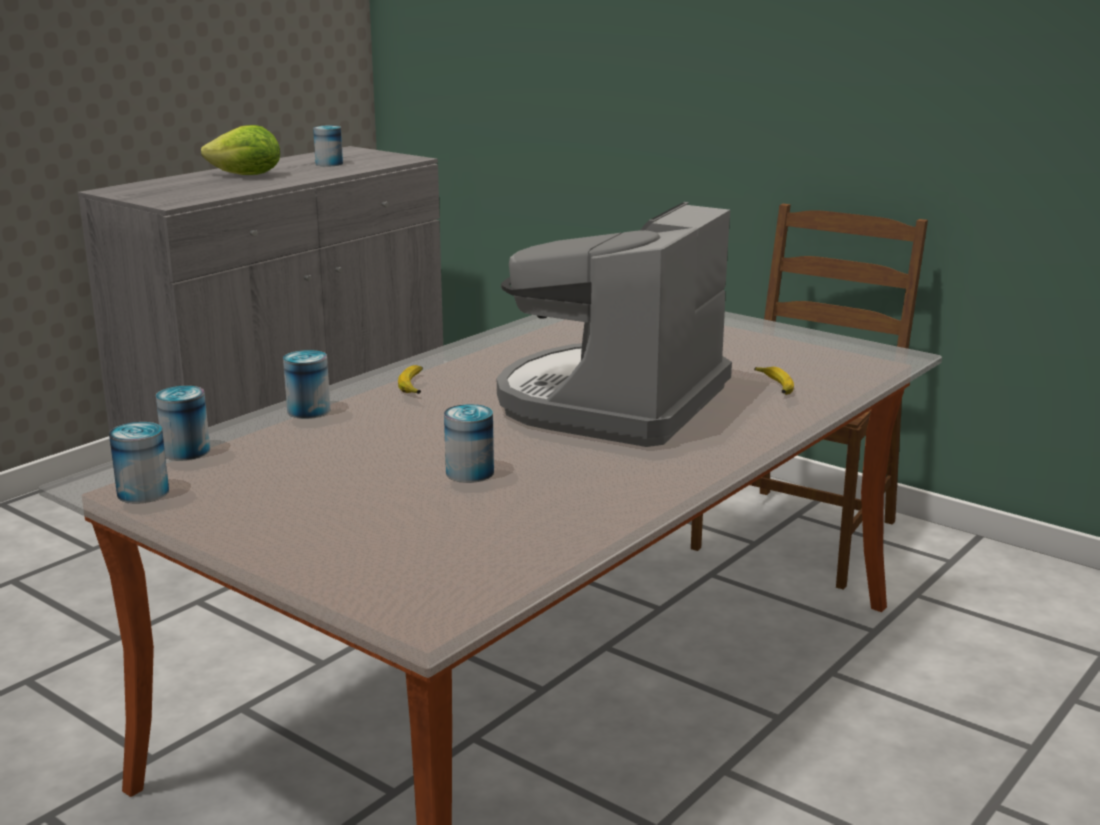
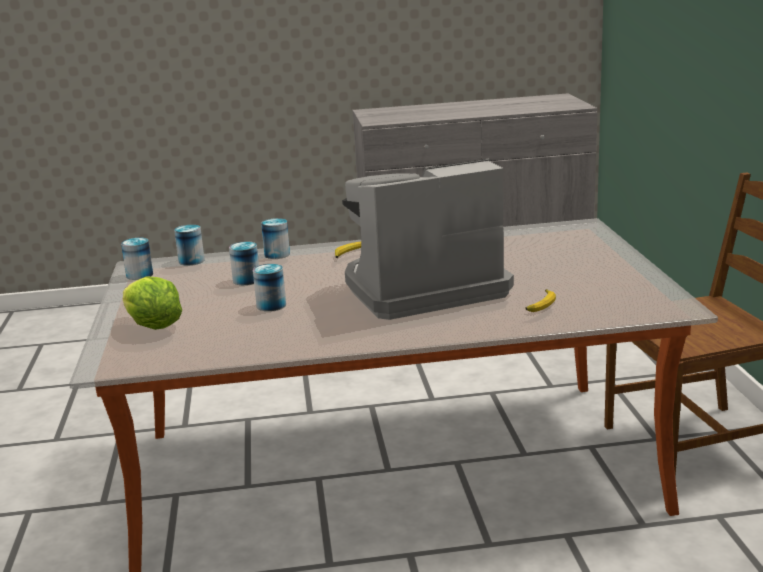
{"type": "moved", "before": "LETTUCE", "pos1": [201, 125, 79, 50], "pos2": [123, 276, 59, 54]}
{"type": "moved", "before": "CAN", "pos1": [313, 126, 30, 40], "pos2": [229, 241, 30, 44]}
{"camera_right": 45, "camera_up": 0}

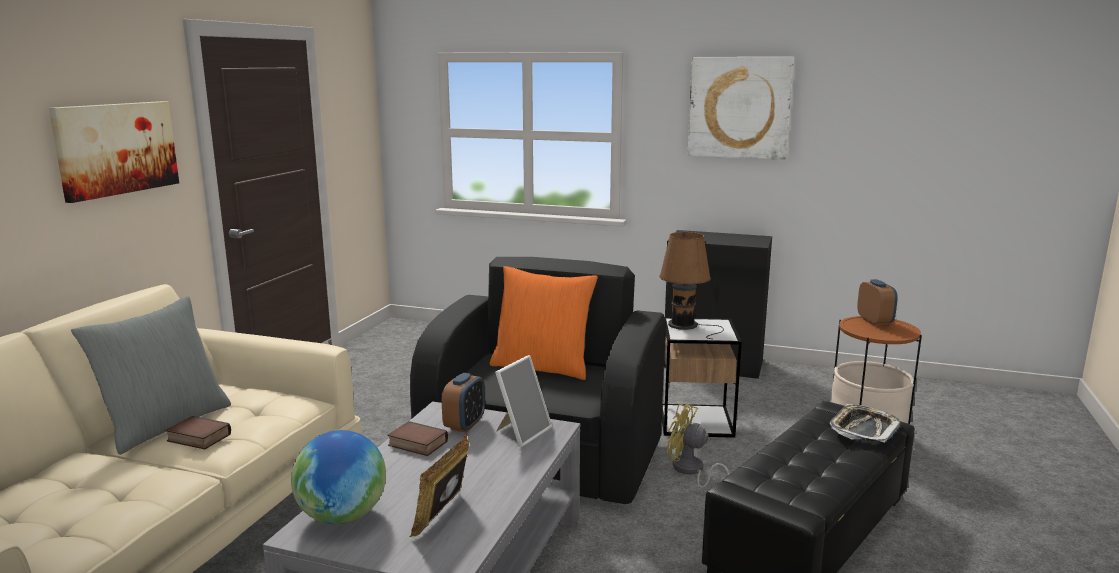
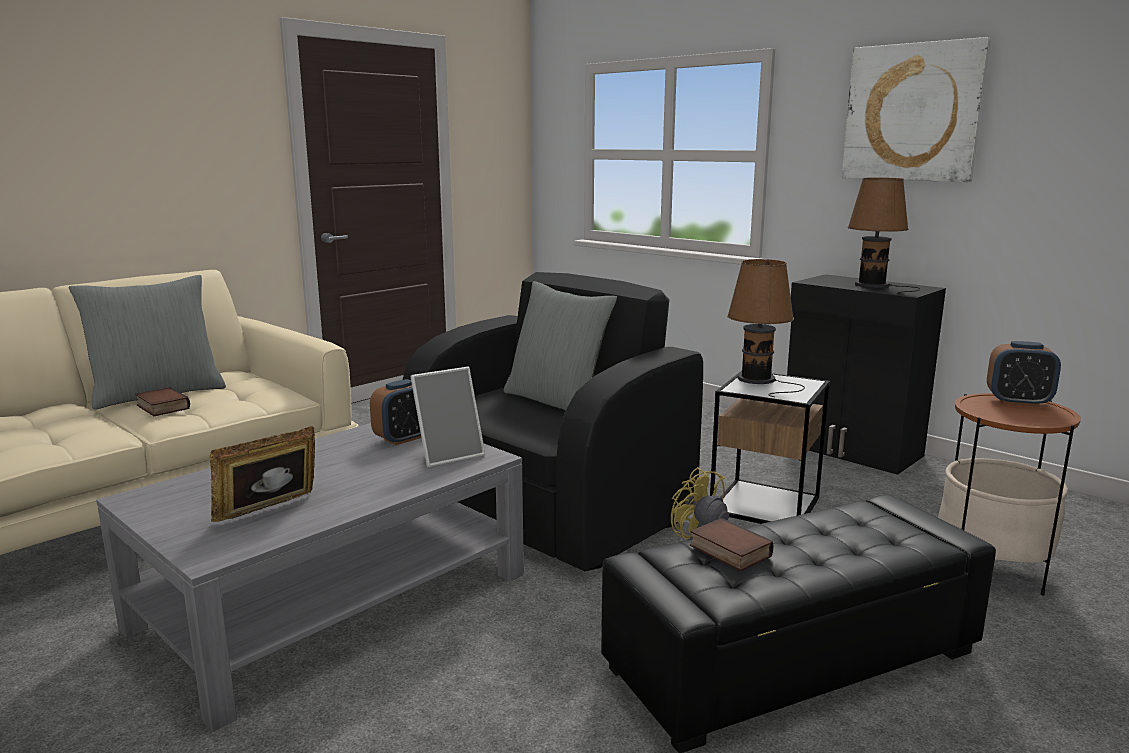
{"type": "removed", "before": "PICTURE", "pos1": [49, 101, 130, 102]}
{"type": "removed", "before": "GLOBE", "pos1": [291, 430, 95, 94]}
{"type": "moved", "before": "BOOK", "pos1": [387, 421, 61, 35], "pos2": [690, 518, 84, 53]}
{"type": "recoloured", "before": "ORANGE PILLOW", "after": "GREY PILLOW", "pos1": [490, 266, 108, 114], "pos2": [504, 281, 113, 129]}
{"type": "removed", "before": "TRAY", "pos1": [830, 404, 71, 39]}
{"type": "turned", "before": "ALARM CLOCK", "pos1": [857, 279, 41, 47], "pos2": [987, 341, 74, 66], "turn": 90}
{"type": "added", "after": "BROWN TABLE LAMP", "pos2": [847, 178, 74, 117]}
{"camera_right": 25, "camera_up": 0}

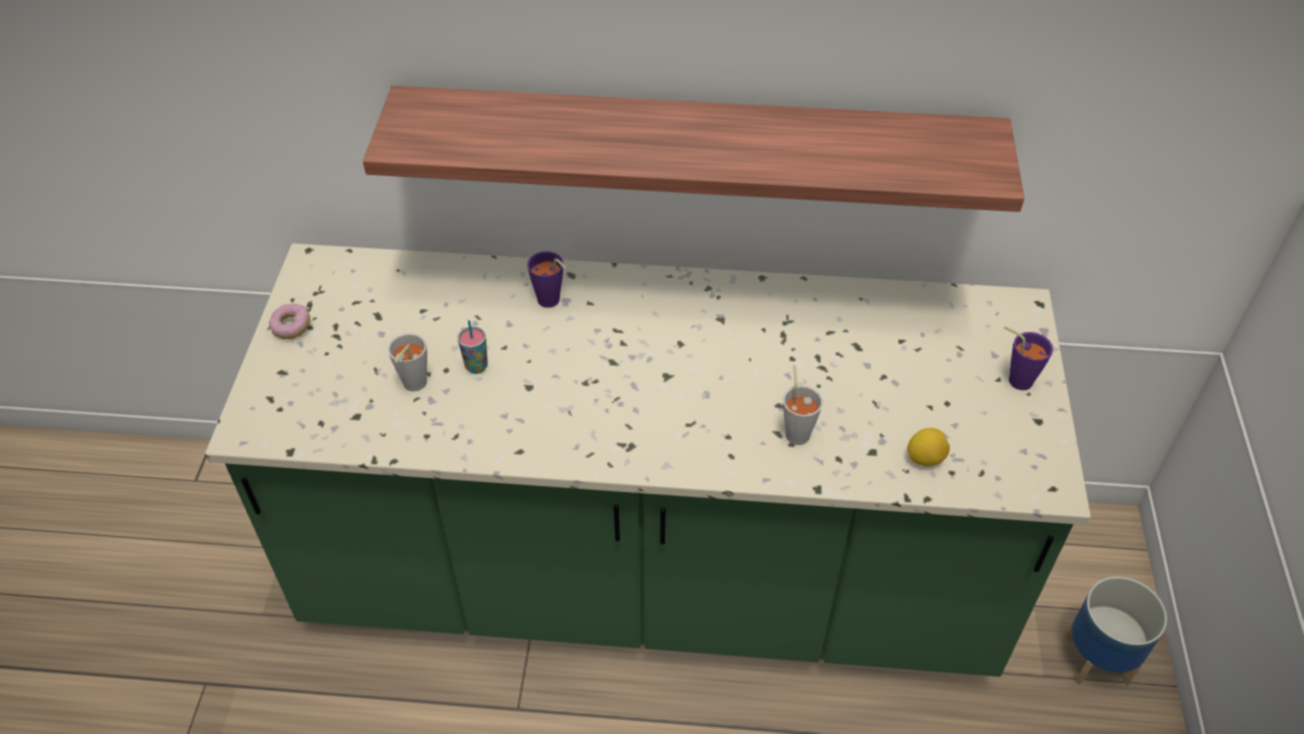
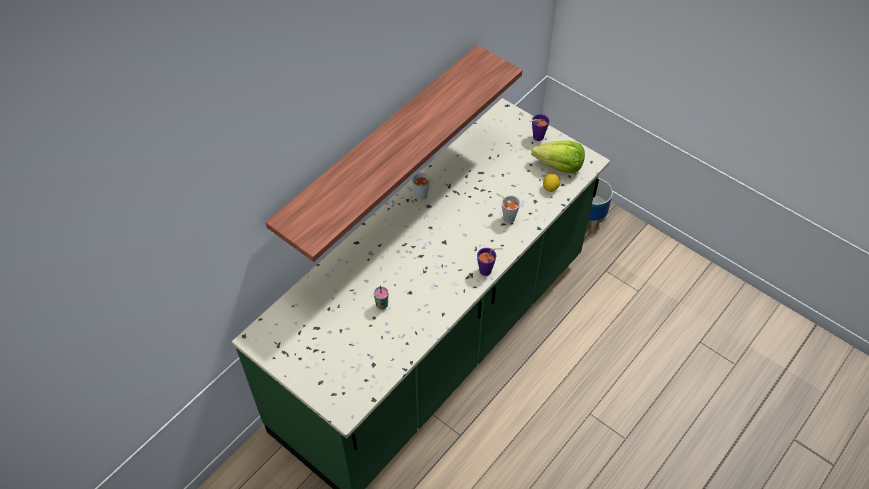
{"type": "removed", "before": "DONUT", "pos1": [269, 304, 41, 35]}
{"type": "moved", "before": "GREY CUP", "pos1": [387, 333, 40, 58], "pos2": [412, 173, 21, 27]}
{"type": "moved", "before": "PURPLE CUP", "pos1": [527, 251, 40, 57], "pos2": [477, 248, 26, 28]}
{"type": "added", "after": "LETTUCE", "pos2": [531, 141, 54, 32]}
{"camera_right": -55, "camera_up": 5}

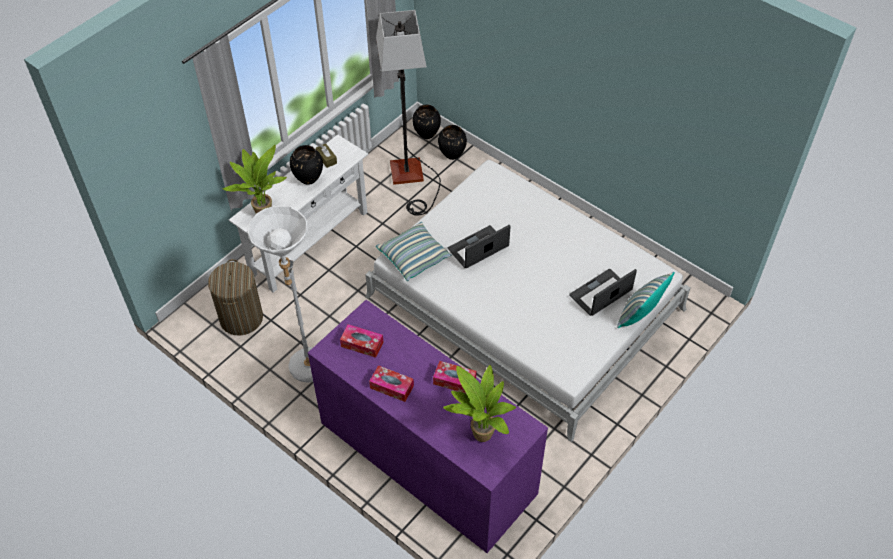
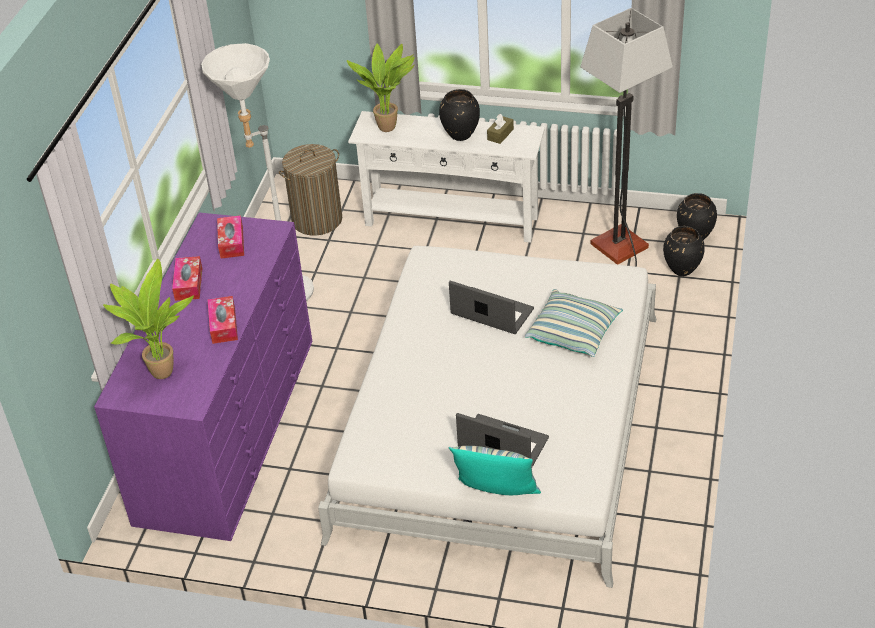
{"type": "moved", "before": "PILLOW", "pos1": [376, 222, 76, 59], "pos2": [525, 289, 98, 68]}
{"camera_right": 65, "camera_up": -10}

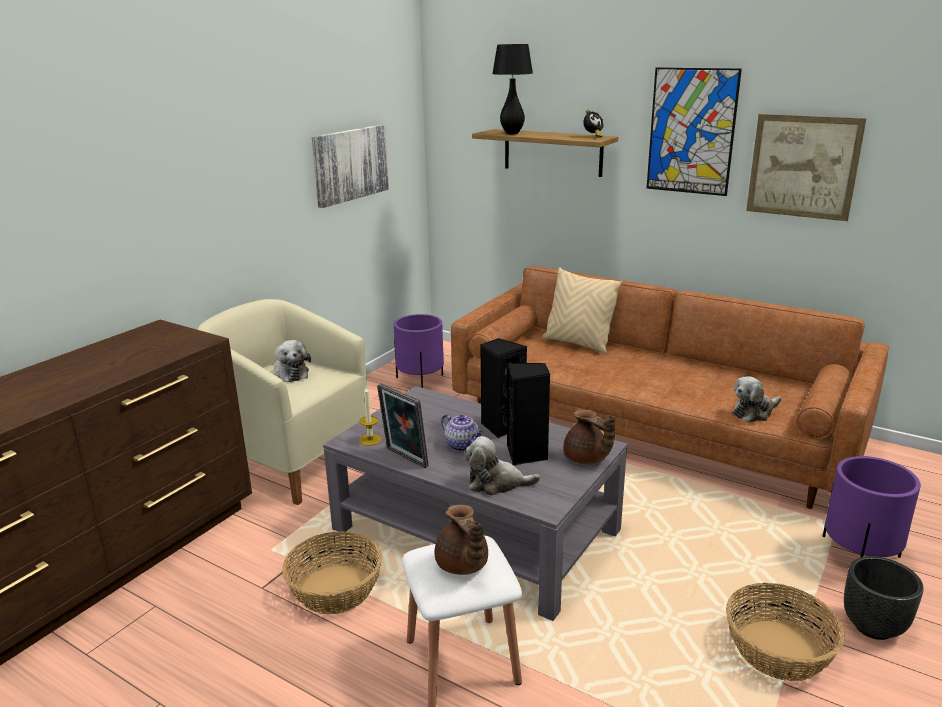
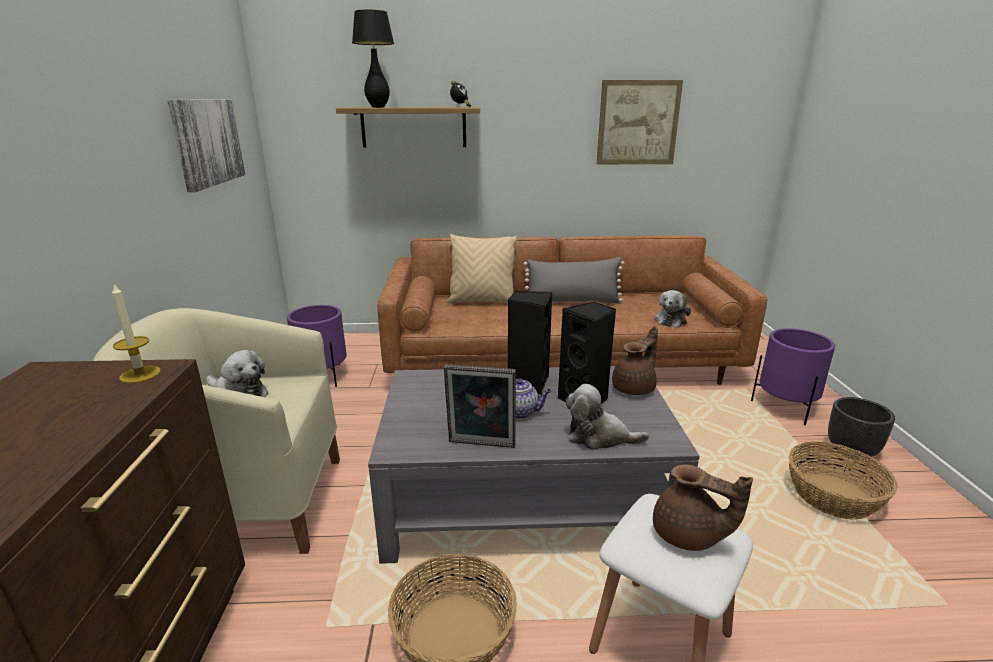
{"type": "moved", "before": "CANDLE", "pos1": [359, 387, 23, 59], "pos2": [112, 284, 49, 99]}
{"type": "turned", "before": "PLUSH TOY", "pos1": [464, 436, 77, 60], "pos2": [566, 384, 83, 66], "turn": 45}
{"type": "turned", "before": "BROWN TEAPOT", "pos1": [563, 410, 52, 54], "pos2": [612, 326, 46, 69], "turn": -60}
{"type": "removed", "before": "PICTURE", "pos1": [646, 67, 96, 129]}
{"type": "added", "after": "GREY PILLOW", "pos2": [523, 257, 102, 47]}
{"camera_right": -35, "camera_up": 0}

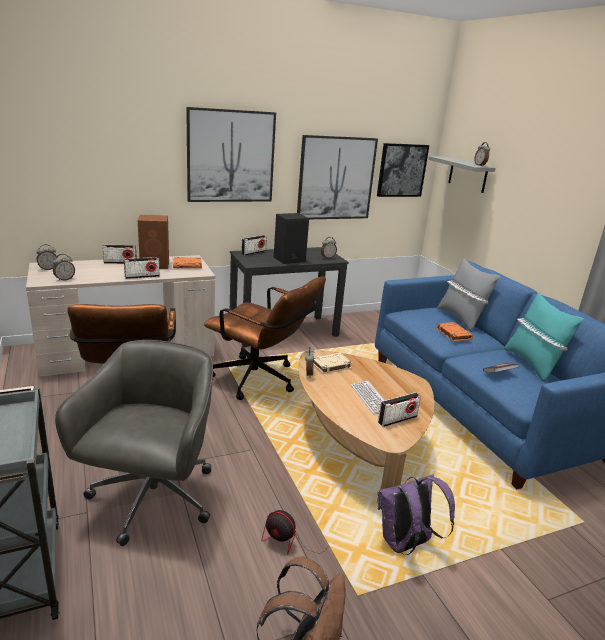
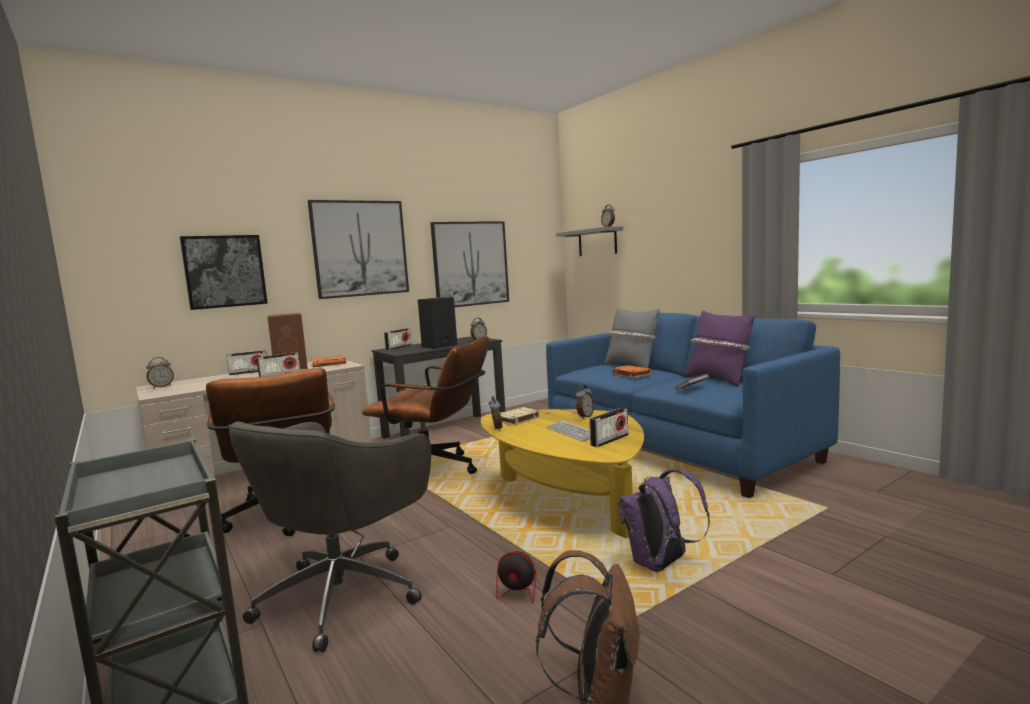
{"type": "moved", "before": "ALARM CLOCK", "pos1": [53, 254, 22, 27], "pos2": [576, 385, 18, 34]}
{"type": "turned", "before": "GREY OFFICE CHAIR", "pos1": [55, 340, 158, 206], "pos2": [228, 422, 203, 230], "turn": -150}
{"type": "recoloured", "before": "BROWN COFFEE TABLE", "after": "YELLOW COFFEE TABLE", "pos1": [298, 350, 136, 140], "pos2": [481, 409, 163, 129]}
{"type": "moved", "before": "PICTURE", "pos1": [377, 143, 52, 54], "pos2": [180, 235, 88, 75]}
{"type": "recoloured", "before": "TURQUOISE PILLOW", "after": "PURPLE PILLOW", "pos1": [504, 292, 80, 90], "pos2": [685, 310, 71, 77]}
{"camera_right": -10, "camera_up": -15}

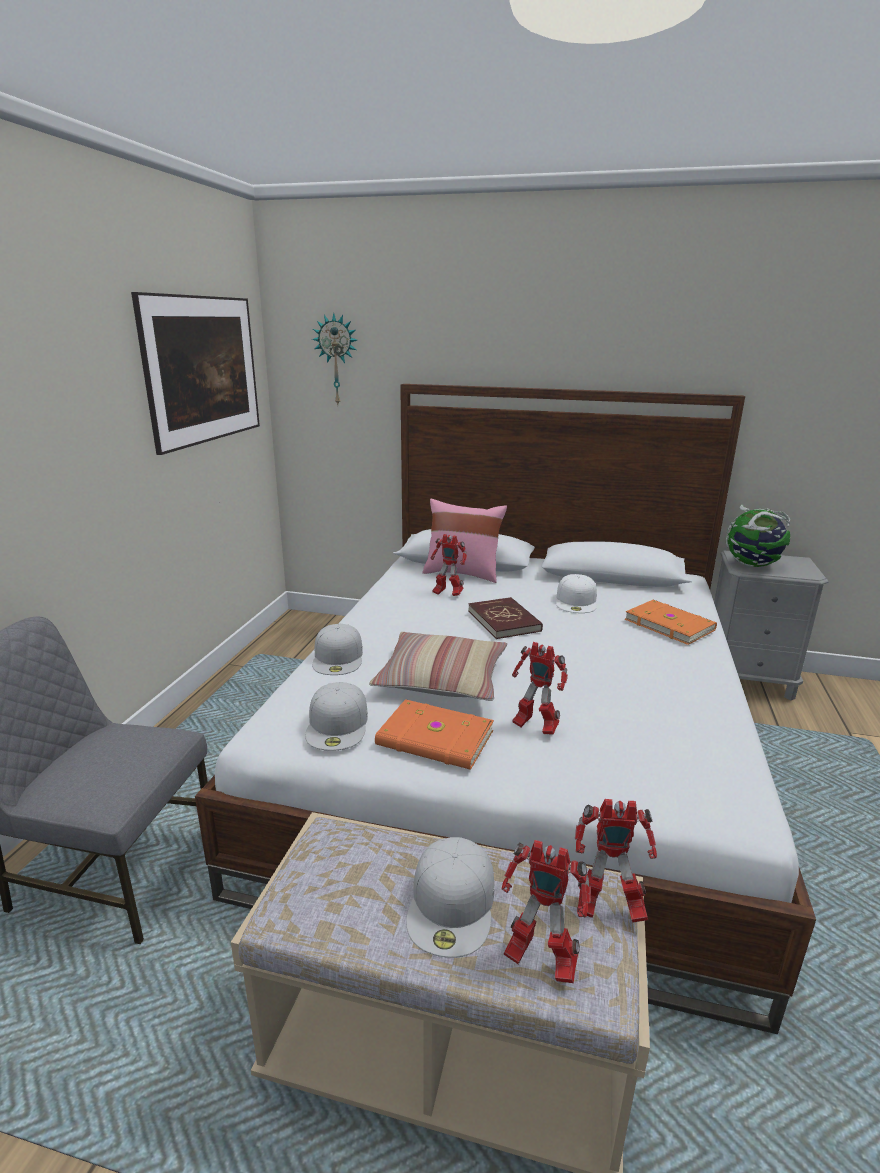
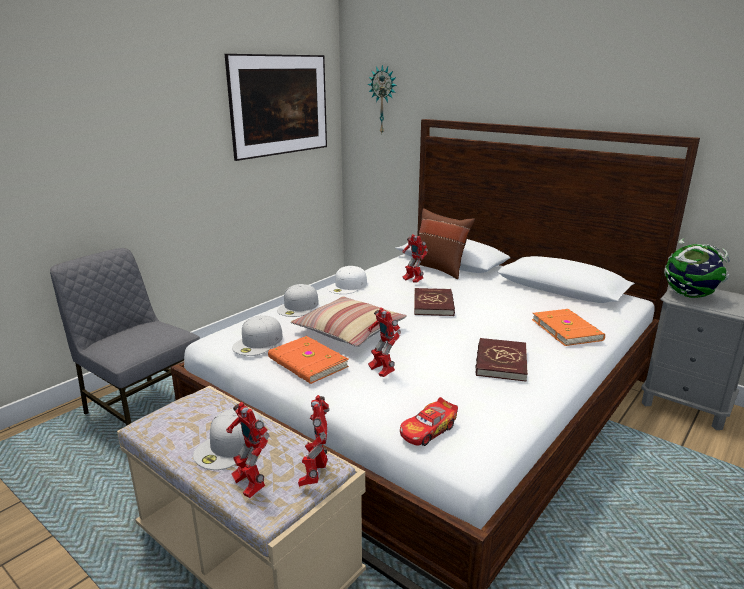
{"type": "recoloured", "before": "PINK PILLOW", "after": "BROWN PILLOW", "pos1": [422, 499, 85, 84], "pos2": [412, 208, 63, 71]}
{"type": "moved", "before": "WHITE CAP", "pos1": [556, 574, 41, 39], "pos2": [327, 266, 40, 28]}
{"type": "turned", "before": "TOY ROBOT", "pos1": [575, 799, 82, 124], "pos2": [298, 395, 31, 92], "turn": 60}
{"type": "added", "after": "TOY CAR", "pos2": [400, 397, 58, 49]}
{"type": "added", "after": "RED BOOK", "pos2": [475, 338, 53, 44]}
{"camera_right": 25, "camera_up": 0}

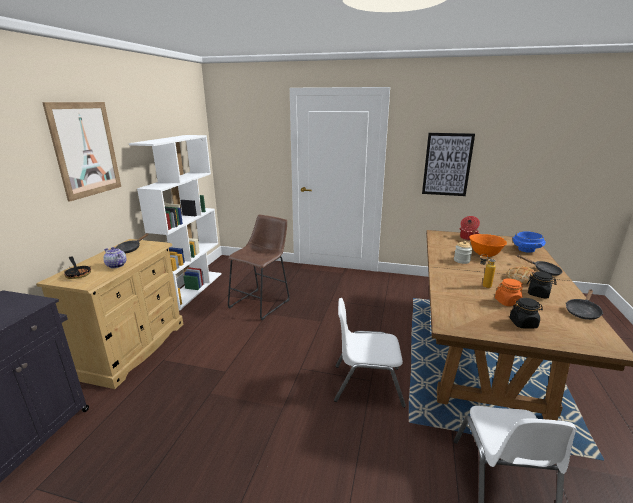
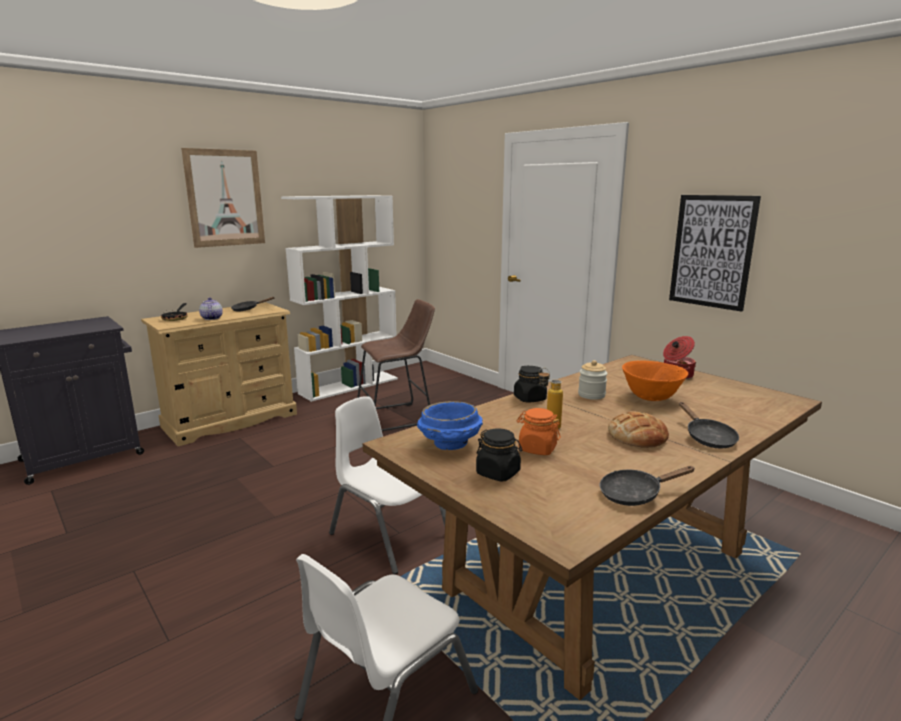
{"type": "moved", "before": "BLUE BOWL", "pos1": [512, 231, 34, 22], "pos2": [417, 401, 66, 49]}
{"type": "moved", "before": "BLACK JAR", "pos1": [527, 271, 30, 28], "pos2": [514, 366, 33, 37]}
{"camera_right": 35, "camera_up": -5}

